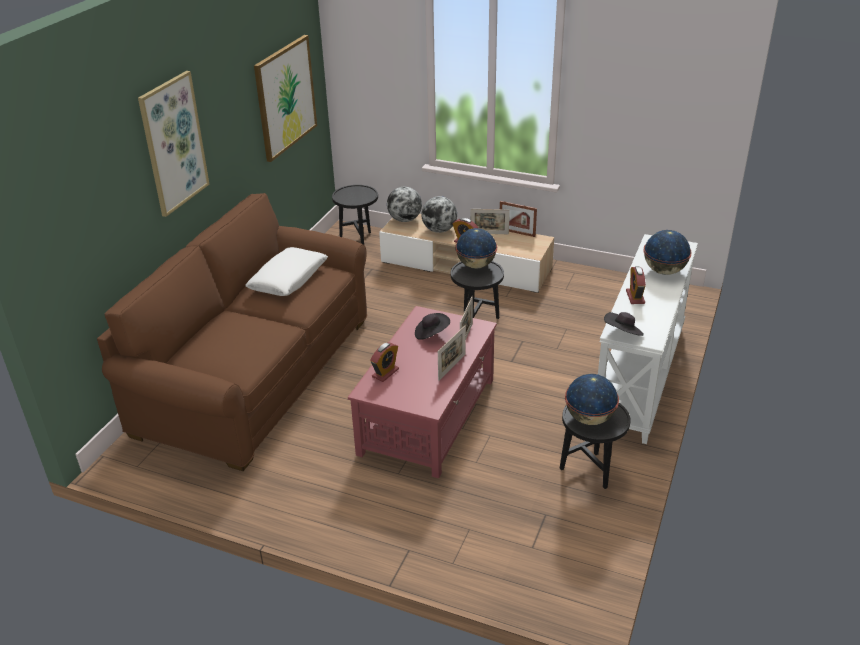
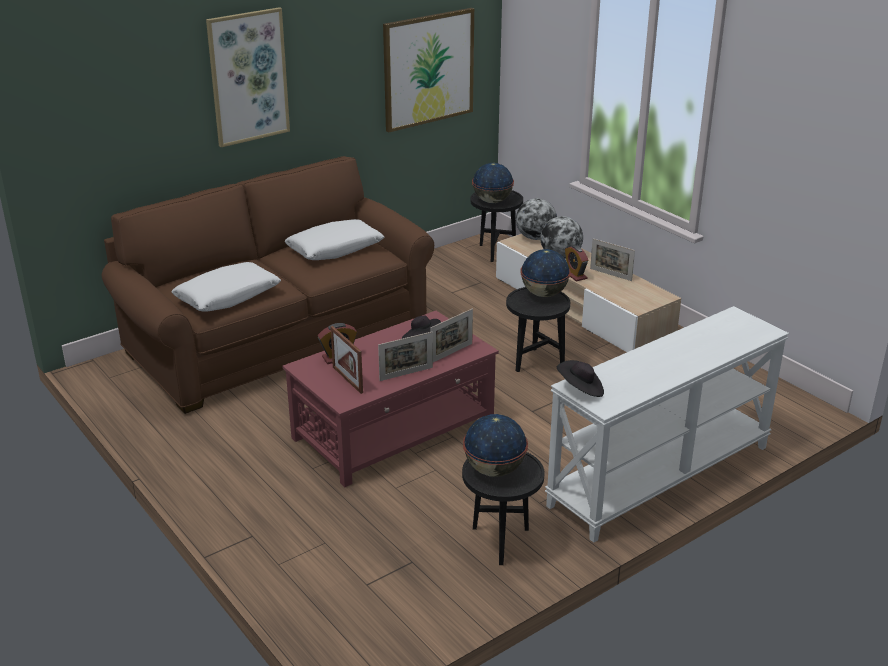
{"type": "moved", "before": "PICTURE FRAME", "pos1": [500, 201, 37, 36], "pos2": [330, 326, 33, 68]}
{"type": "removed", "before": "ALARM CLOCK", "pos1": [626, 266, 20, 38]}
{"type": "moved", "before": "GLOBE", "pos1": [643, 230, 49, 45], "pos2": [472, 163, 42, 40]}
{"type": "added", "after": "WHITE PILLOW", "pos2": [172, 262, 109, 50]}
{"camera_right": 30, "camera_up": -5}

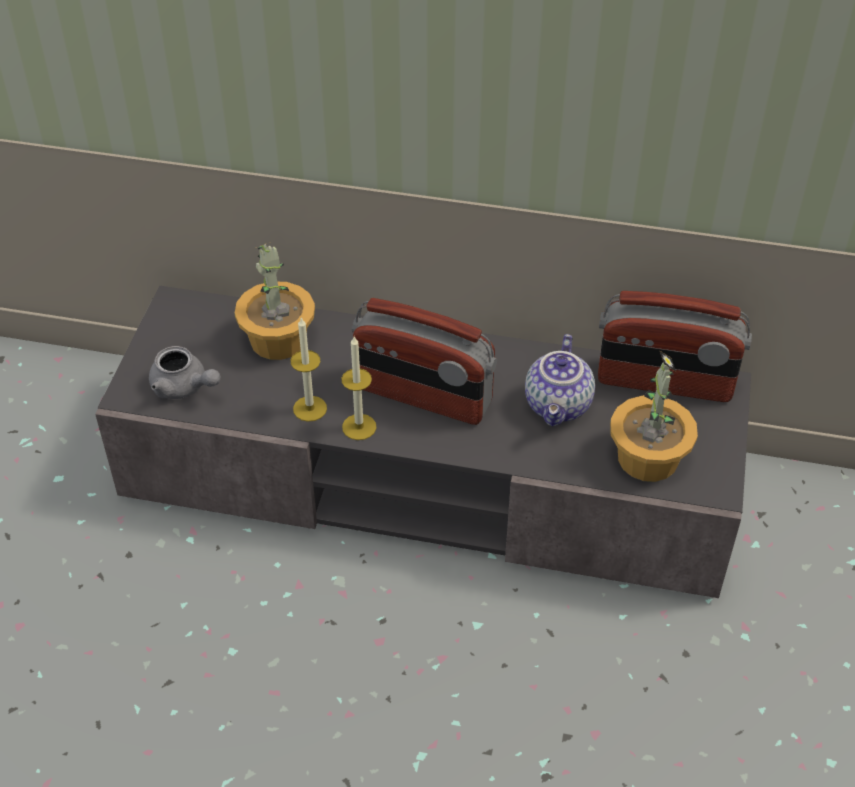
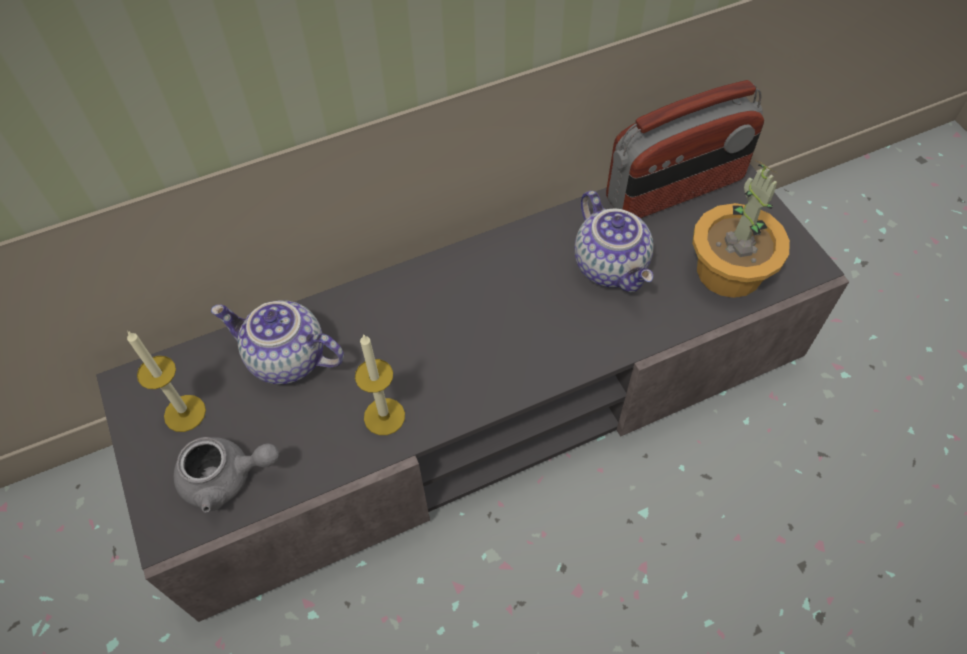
{"type": "replaced", "before": "POTTED PLANT", "after": "TEAPOT", "pos1": [235, 242, 80, 118], "pos2": [211, 300, 133, 84]}
{"type": "moved", "before": "CANDLE", "pos1": [341, 337, 35, 103], "pos2": [127, 331, 79, 101]}
{"type": "removed", "before": "RADIO", "pos1": [352, 298, 145, 127]}
{"camera_right": -35, "camera_up": 10}

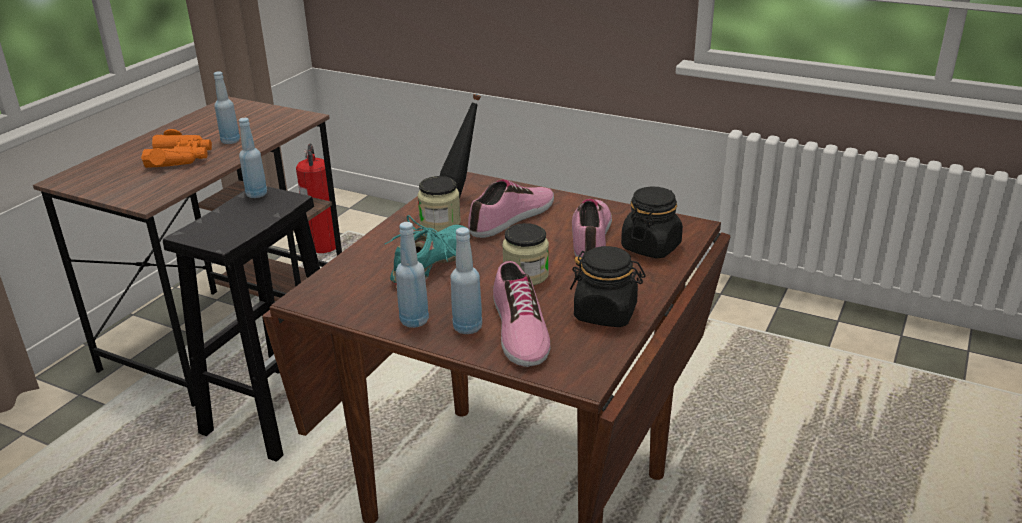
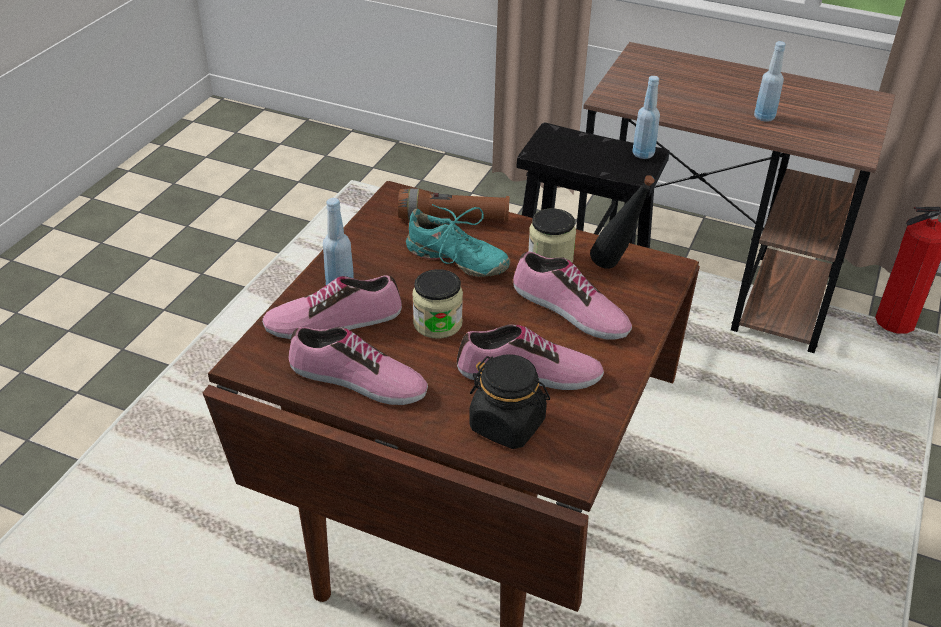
{"type": "removed", "before": "ORANGE BINOCULARS", "pos1": [141, 129, 71, 39]}
{"type": "removed", "before": "BLUE BOTTLE", "pos1": [396, 222, 33, 106]}
{"type": "replaced", "before": "BLACK JAR", "after": "SHOE", "pos1": [570, 246, 76, 81], "pos2": [289, 327, 139, 78]}
{"type": "added", "after": "BROWN FLASHLIGHT", "pos2": [398, 188, 112, 34]}
{"camera_right": 85, "camera_up": 10}

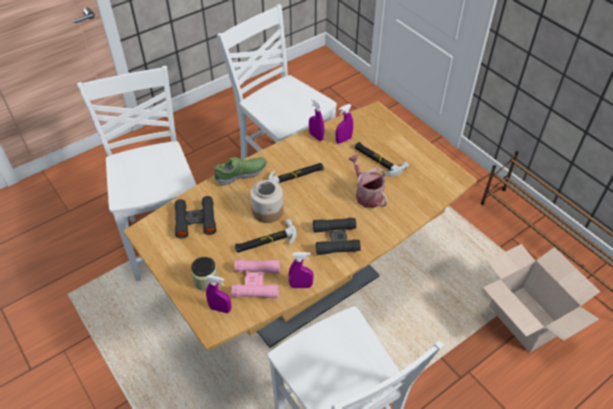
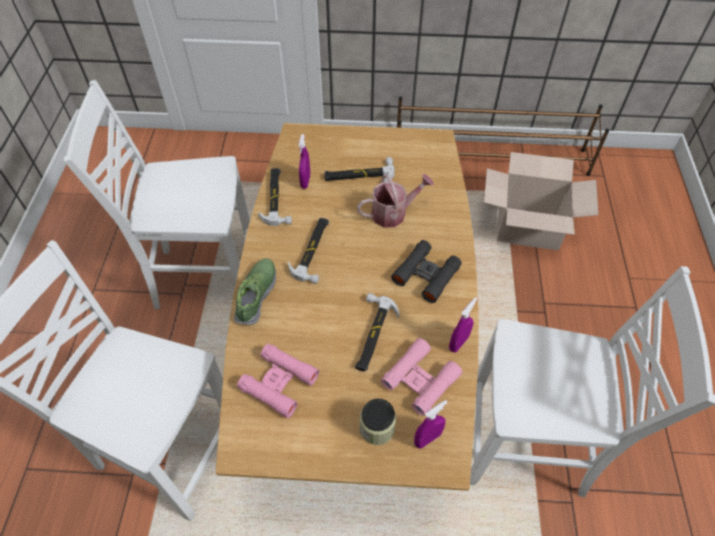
{"type": "recoloured", "before": "BLACK BINOCULARS", "after": "PINK BINOCULARS", "pos1": [175, 196, 41, 43], "pos2": [237, 344, 82, 74]}
{"type": "removed", "before": "JAR", "pos1": [250, 180, 33, 43]}
{"type": "replaced", "before": "PURPLE SPRAY BOTTLE", "after": "HAMMER", "pos1": [309, 98, 15, 43], "pos2": [258, 168, 34, 58]}
{"type": "turned", "before": "WATERING CAN", "pos1": [348, 155, 40, 53], "pos2": [357, 174, 77, 54], "turn": 150}
{"camera_right": -50, "camera_up": 5}

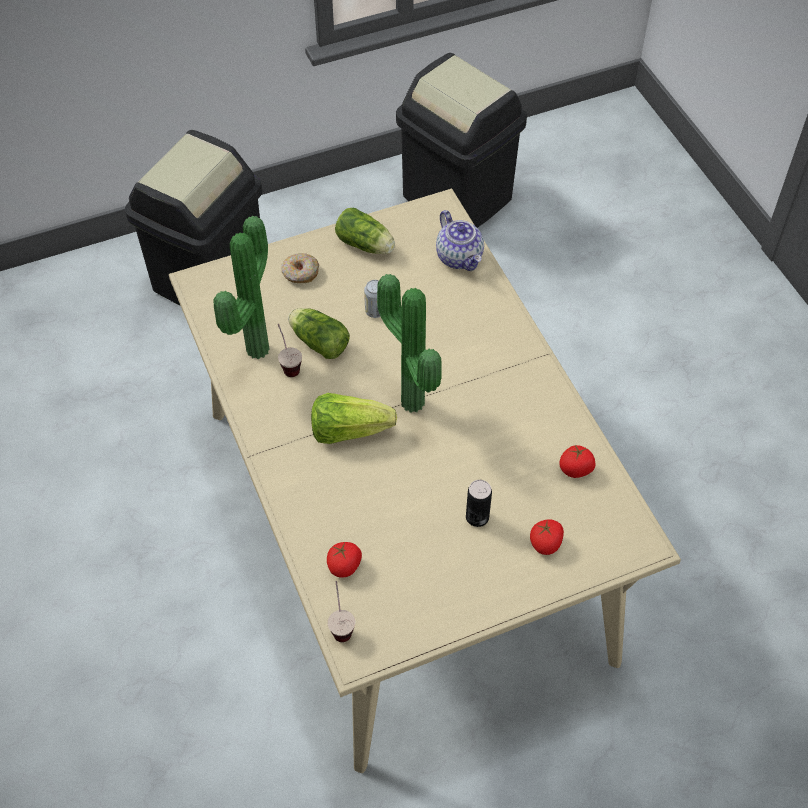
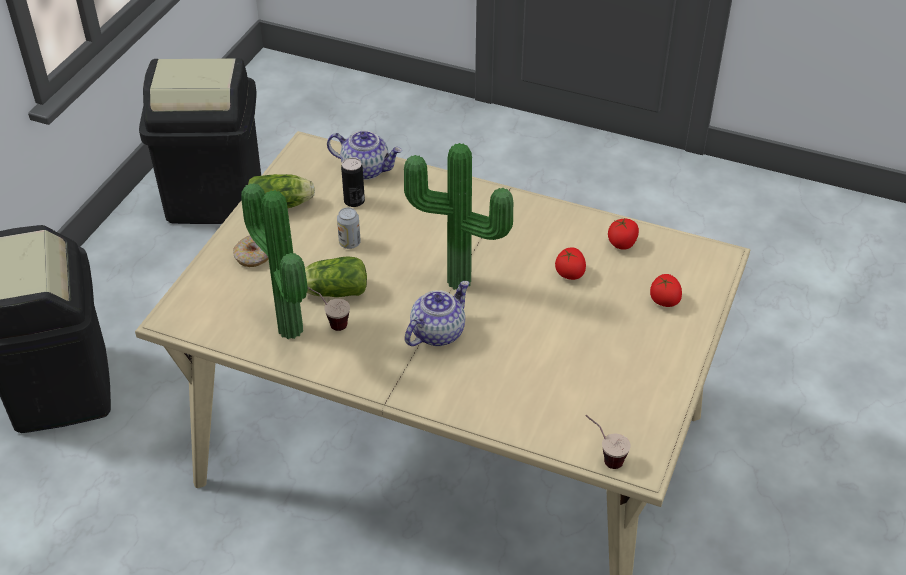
{"type": "replaced", "before": "LETTUCE", "after": "TEAPOT", "pos1": [311, 393, 86, 51], "pos2": [405, 281, 65, 65]}
{"type": "moved", "before": "TOMATO", "pos1": [327, 542, 35, 36], "pos2": [555, 248, 31, 32]}
{"type": "moved", "before": "CAN", "pos1": [466, 480, 26, 47], "pos2": [341, 157, 24, 50]}
{"camera_right": -45, "camera_up": -10}

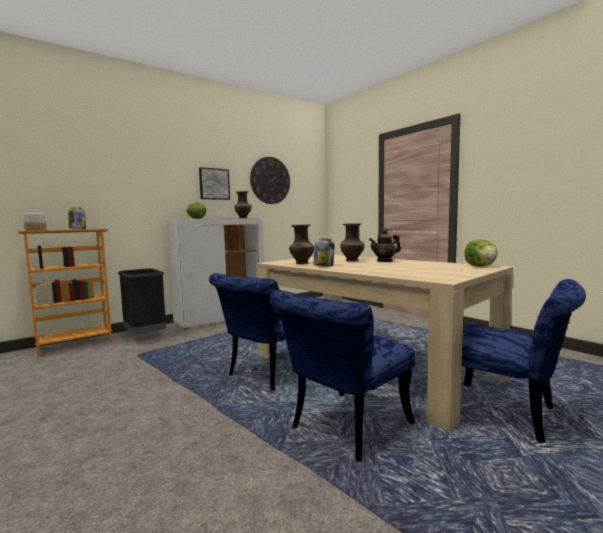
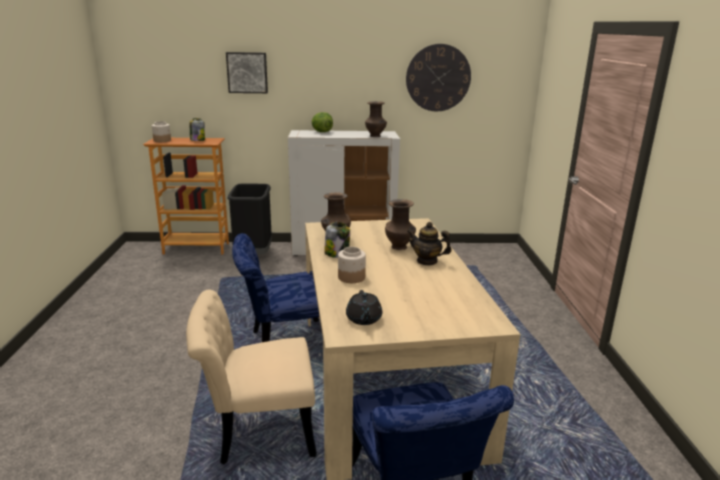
{"type": "moved", "before": "PICTURE", "pos1": [199, 167, 31, 33], "pos2": [226, 52, 42, 41]}
{"type": "recoloured", "before": "BLUE CHAIR", "after": "BEIGE CHAIR", "pos1": [269, 290, 147, 172], "pos2": [186, 290, 131, 175]}
{"type": "removed", "before": "LETTUCE", "pos1": [464, 239, 34, 28]}
{"type": "added", "after": "JAR", "pos2": [338, 247, 28, 36]}
{"type": "added", "after": "BLACK TEAPOT", "pos2": [346, 290, 36, 35]}
{"camera_right": 35, "camera_up": 15}

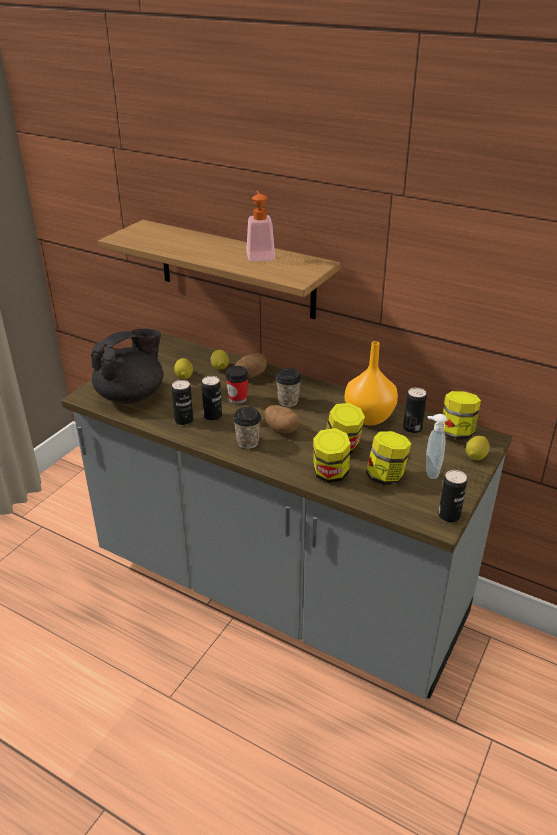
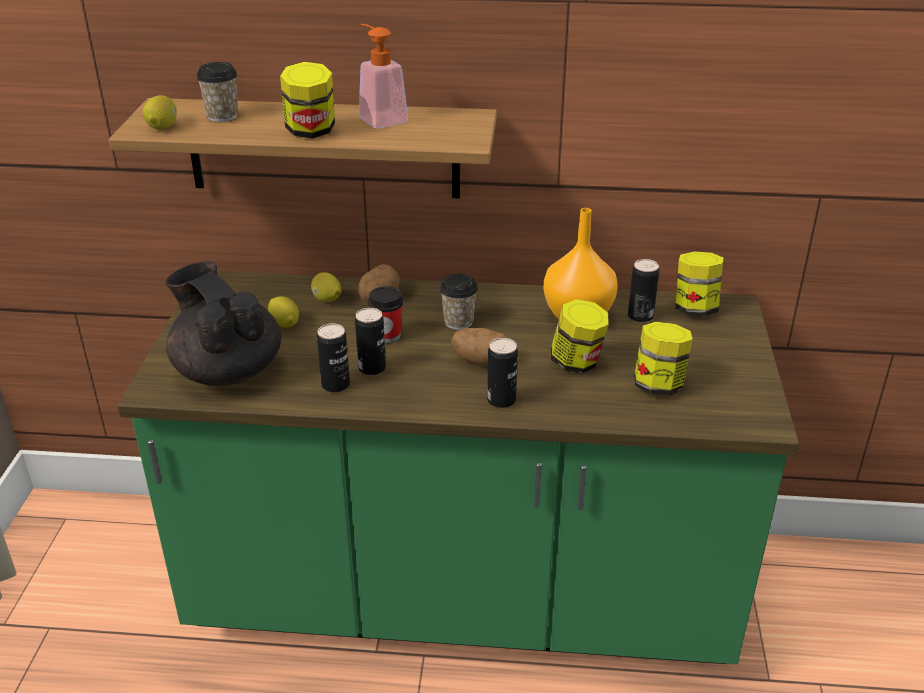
{"type": "recoloured", "before": "GREY COUNTER", "after": "GREEN COUNTER", "pos1": [61, 333, 451, 366], "pos2": [117, 271, 682, 393]}
{"type": "turned", "before": "BLACK TEAPOT", "pos1": [91, 329, 72, 75], "pos2": [165, 261, 116, 125], "turn": -60}
{"type": "moved", "before": "CUP", "pos1": [233, 407, 28, 42], "pos2": [196, 62, 42, 60]}
{"type": "moved", "before": "JAR", "pos1": [313, 428, 37, 55], "pos2": [280, 62, 55, 77]}
{"type": "removed", "before": "SOAP DISPENSER", "pos1": [426, 414, 21, 65]}
{"type": "moved", "before": "CAN", "pos1": [438, 470, 29, 52], "pos2": [487, 338, 31, 70]}
{"type": "moved", "before": "LEMON", "pos1": [466, 436, 24, 24], "pos2": [143, 95, 34, 35]}
{"camera_right": -25, "camera_up": 0}

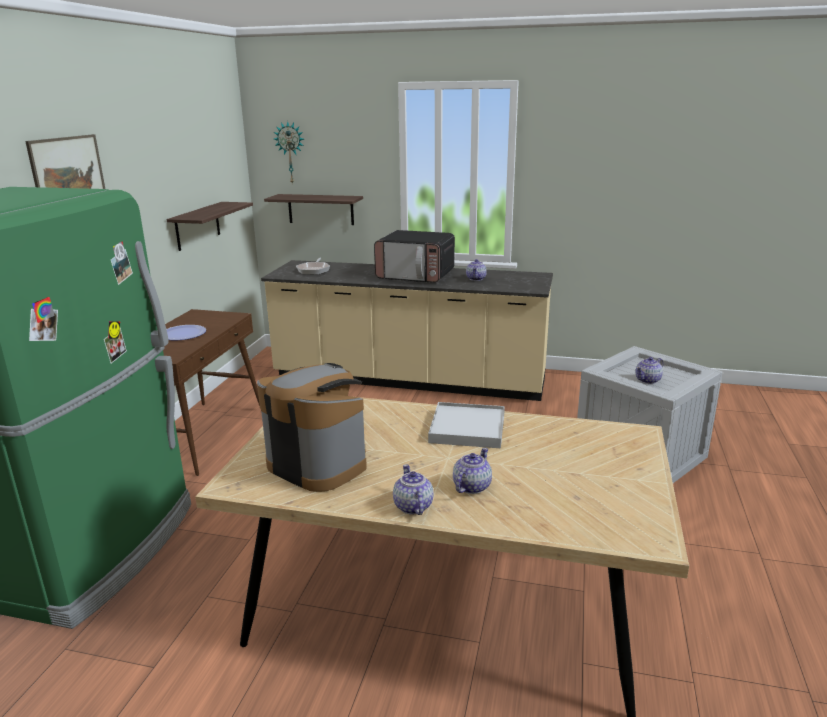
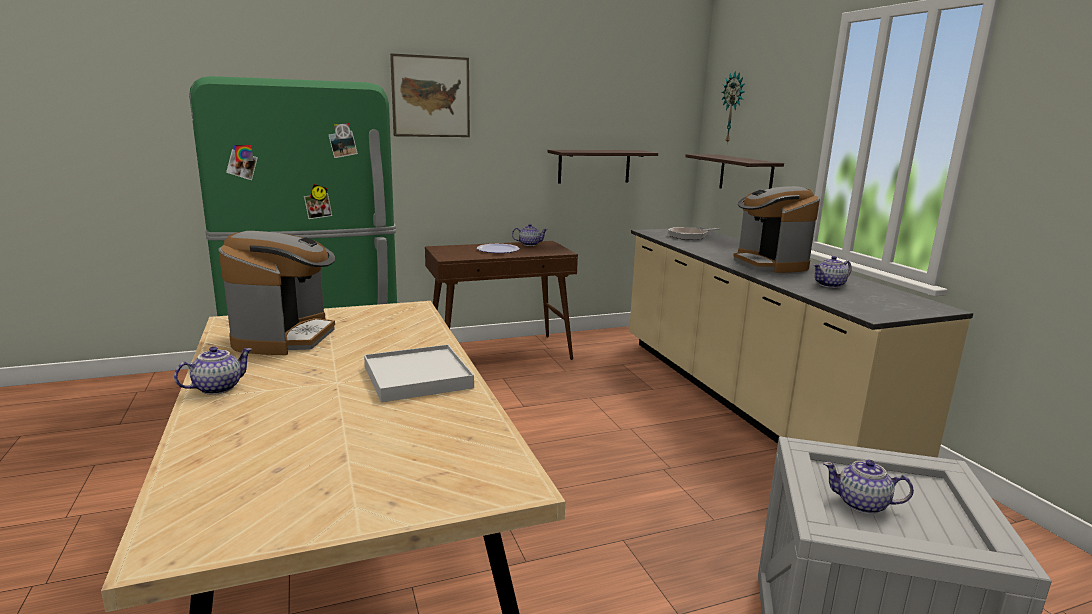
{"type": "replaced", "before": "MICROWAVE", "after": "COFFEE MACHINE", "pos1": [374, 230, 81, 53], "pos2": [733, 186, 87, 87]}
{"type": "moved", "before": "TEAPOT", "pos1": [453, 448, 39, 46], "pos2": [512, 224, 36, 22]}
{"camera_right": 55, "camera_up": -5}

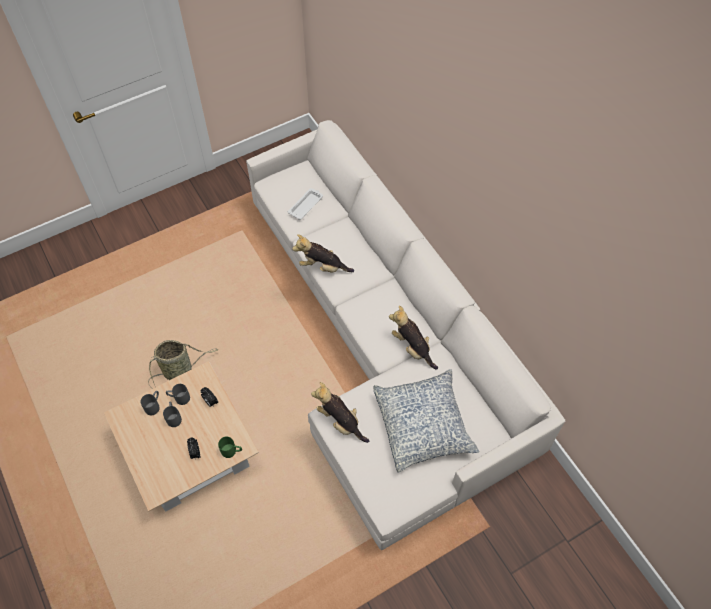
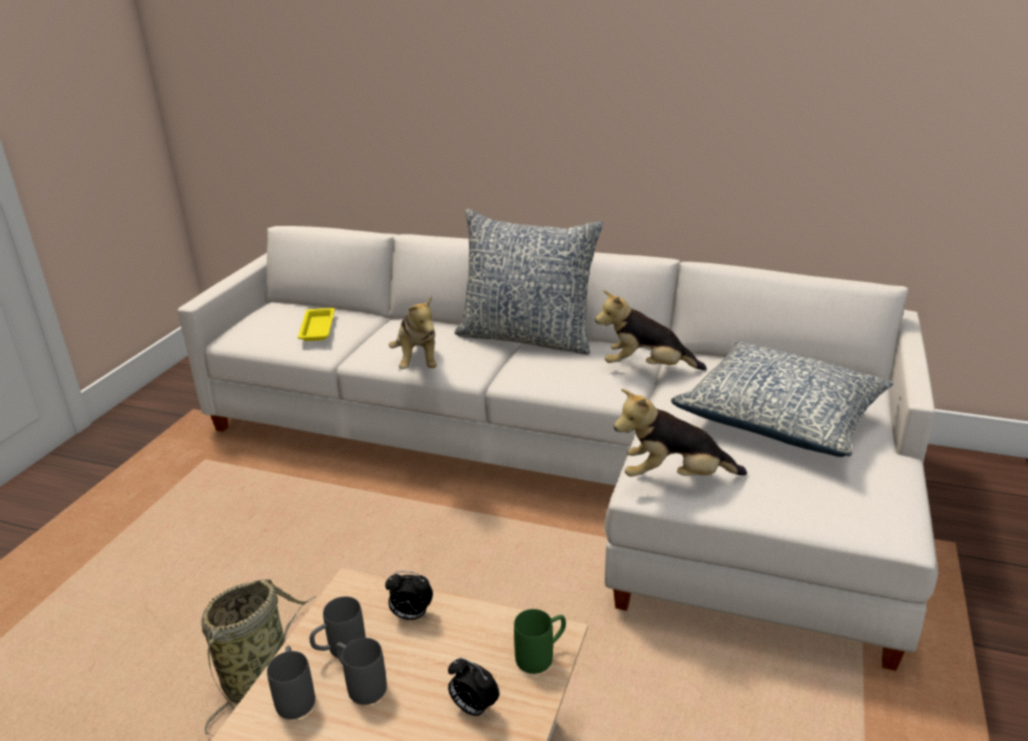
{"type": "recoloured", "before": "WHITE TRAY", "after": "YELLOW TRAY", "pos1": [288, 188, 35, 32], "pos2": [298, 308, 37, 33]}
{"type": "turned", "before": "PLUSH TOY", "pos1": [292, 234, 62, 38], "pos2": [389, 296, 48, 73], "turn": -75}
{"type": "added", "after": "PILLOW", "pos2": [454, 209, 149, 146]}
{"camera_right": -40, "camera_up": -30}

